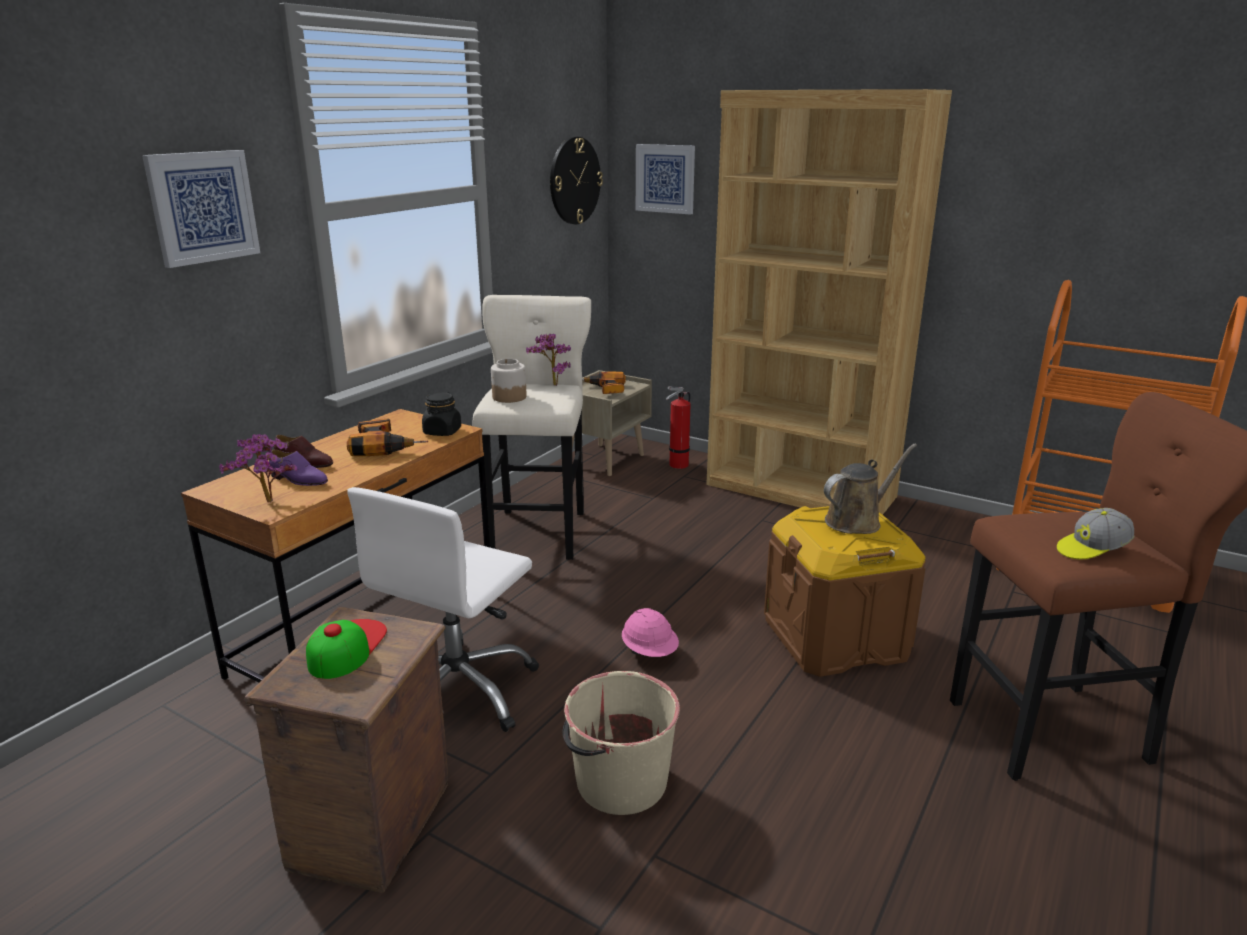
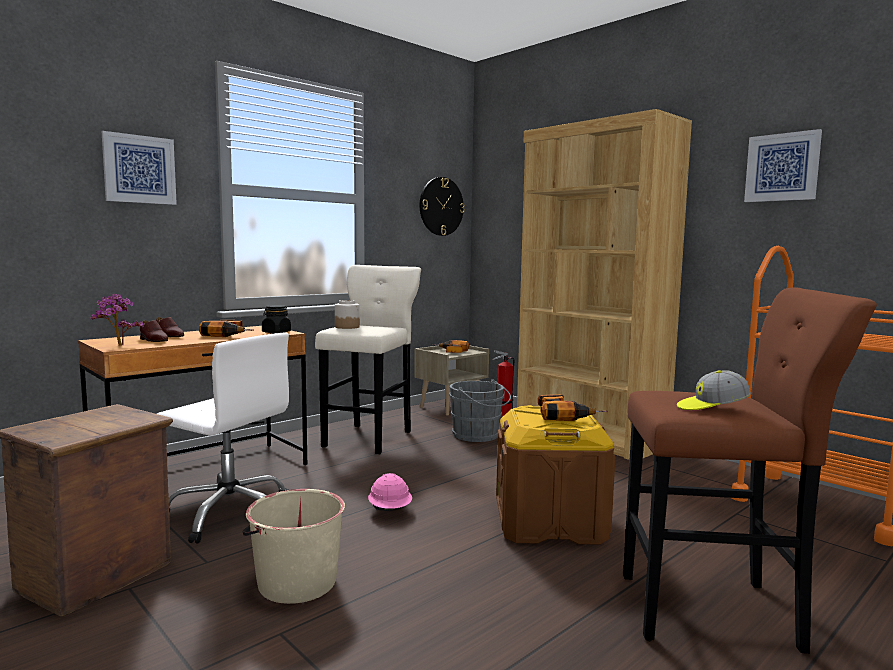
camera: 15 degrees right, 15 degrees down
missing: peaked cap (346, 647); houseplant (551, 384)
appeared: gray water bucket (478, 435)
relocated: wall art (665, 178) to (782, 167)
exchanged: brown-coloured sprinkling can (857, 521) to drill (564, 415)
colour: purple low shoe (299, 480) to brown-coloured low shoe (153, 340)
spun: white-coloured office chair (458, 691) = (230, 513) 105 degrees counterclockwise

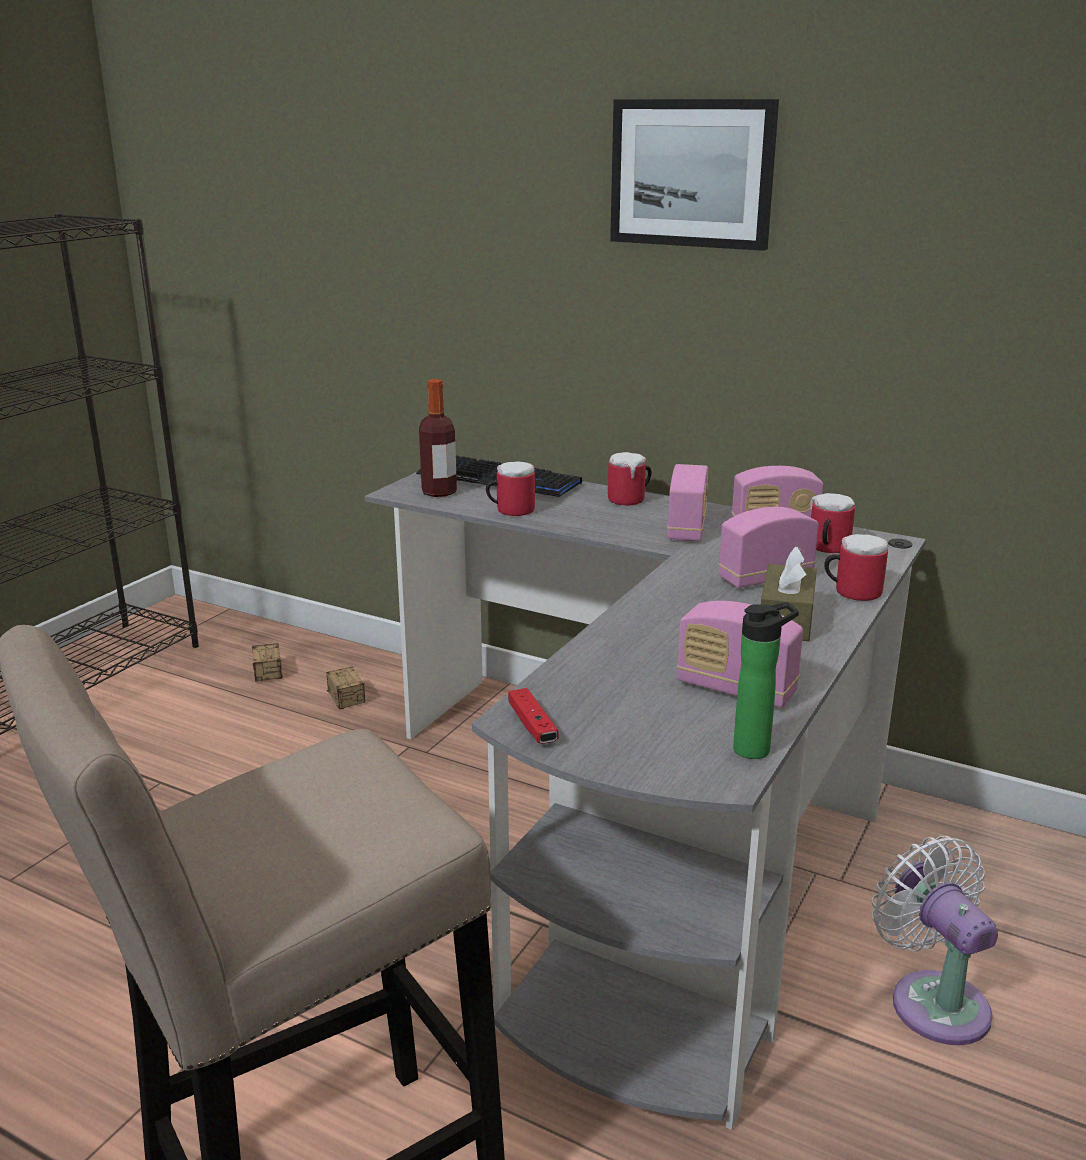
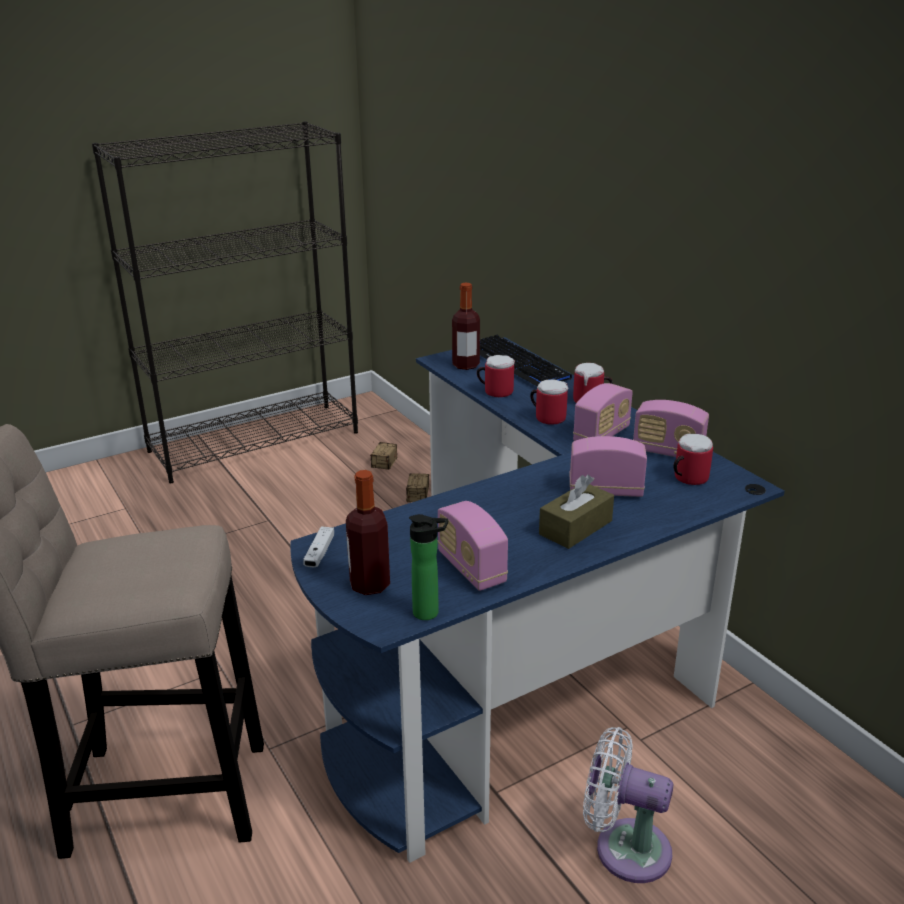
camera: 30 degrees right, 5 degrees up
missing: wall art (692, 173)
appeared: bottle (370, 585)
relocated: mug (851, 591) to (547, 417)
colour: gray desk unit (646, 836) to blue desk unit (530, 657); reddish gamepad (532, 726) to white-coloured gamepad (319, 553)
spun: white-coloured cooling fan (933, 1000) = (625, 848) 75 degrees counterclockwise

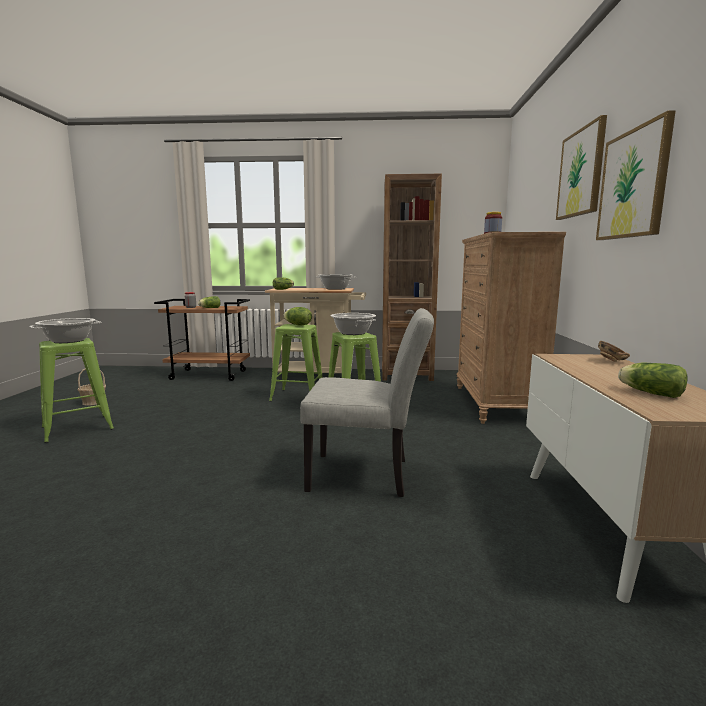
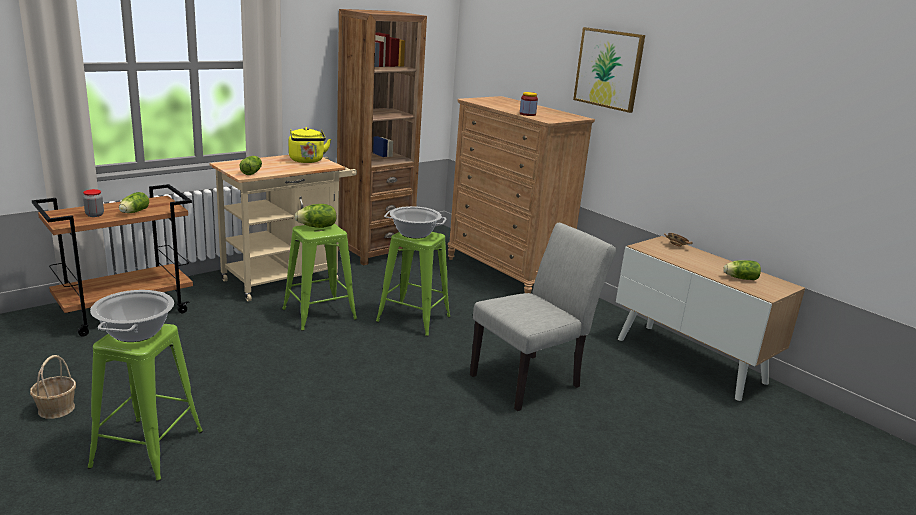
camera: 45 degrees left, 10 degrees up
missing: wall art (633, 184)
exchanged: saucepot (335, 289) to yellow-coloured kettle (307, 161)

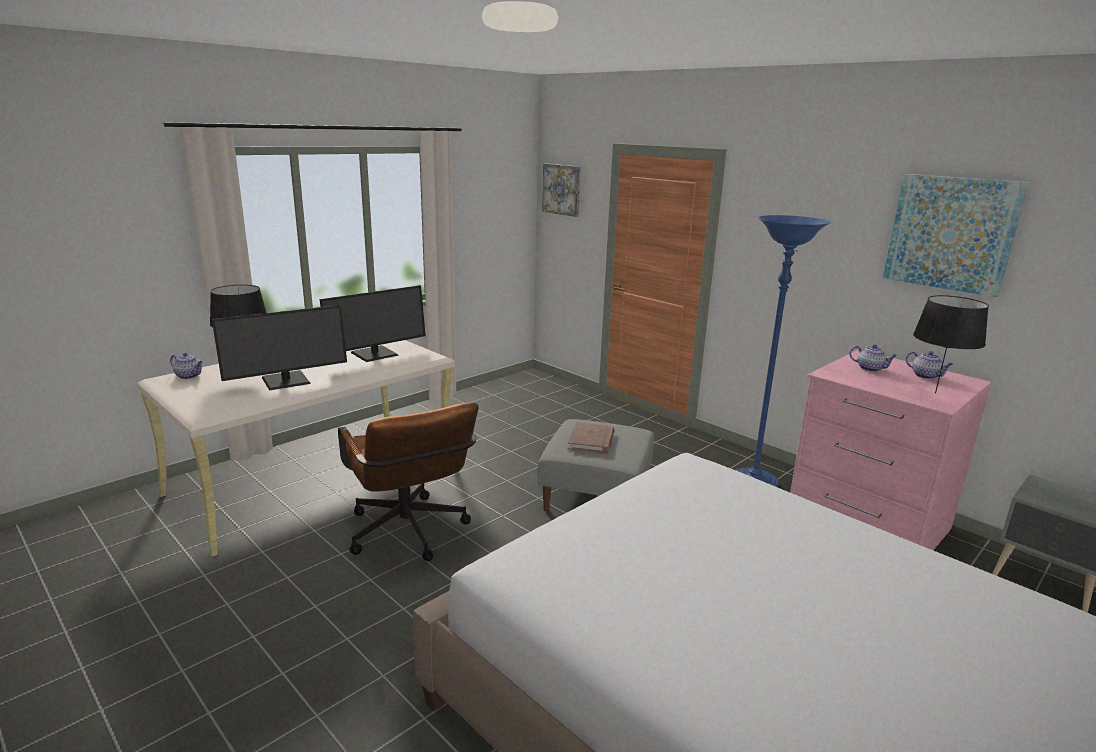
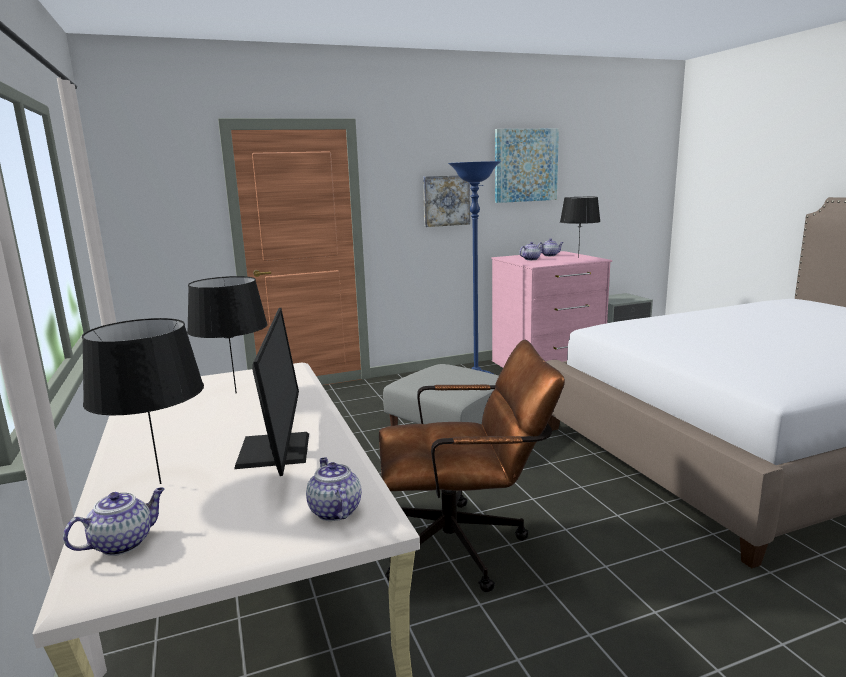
camera: 65 degrees left, 5 degrees down
missing: brown-coloured volume (591, 441)
appeared: tea pot (334, 511)
relocated: wall art (562, 189) to (446, 200)
exchanged: computer display (375, 354) to blackish table lamp (235, 393)

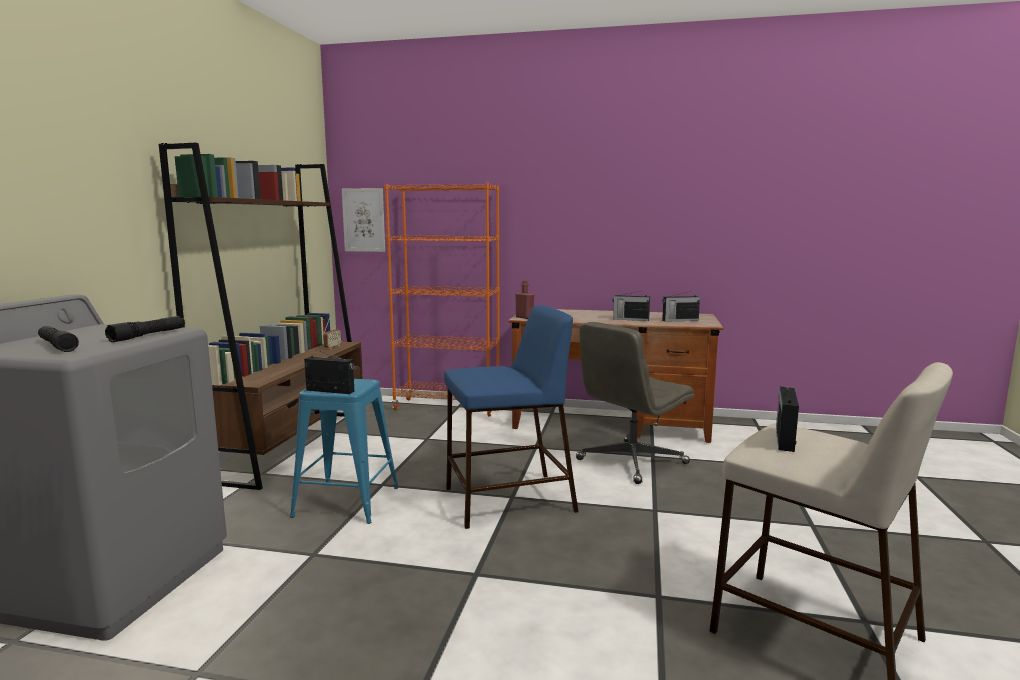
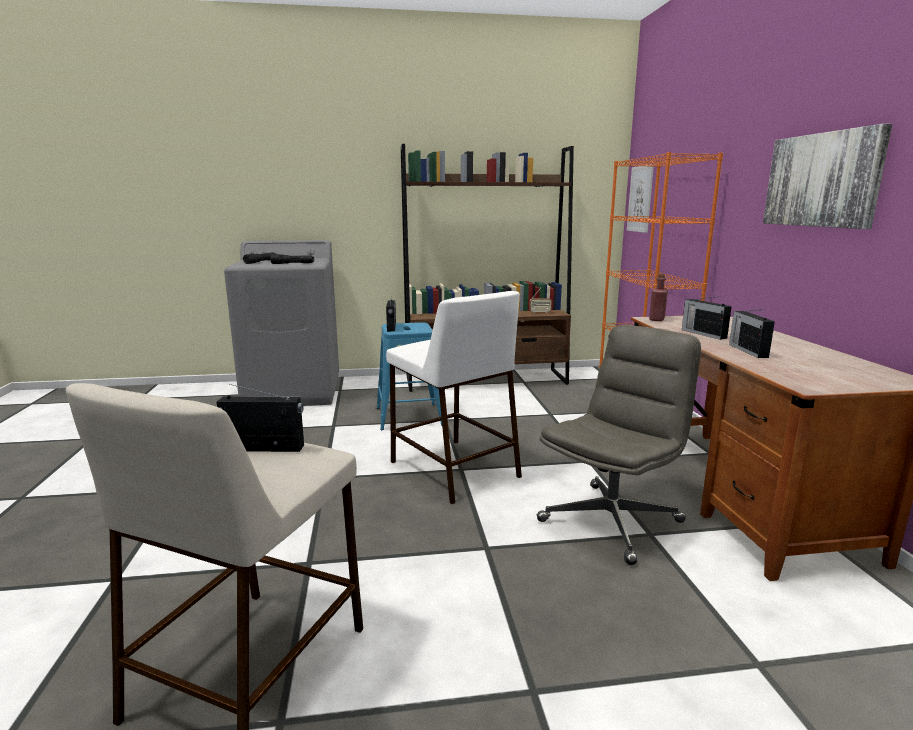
camera: 70 degrees right, 5 degrees up
appeared: wall art (822, 180)
relocated: radio (679, 320) to (703, 334)
colour: blue stool (507, 500) to white-coloured stool (452, 468)
spun: gray office chair (631, 462) = (611, 520) 105 degrees clockwise

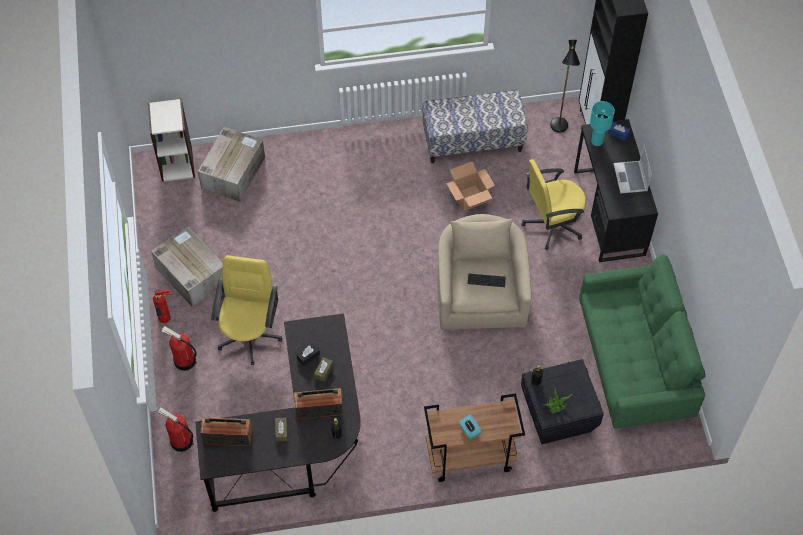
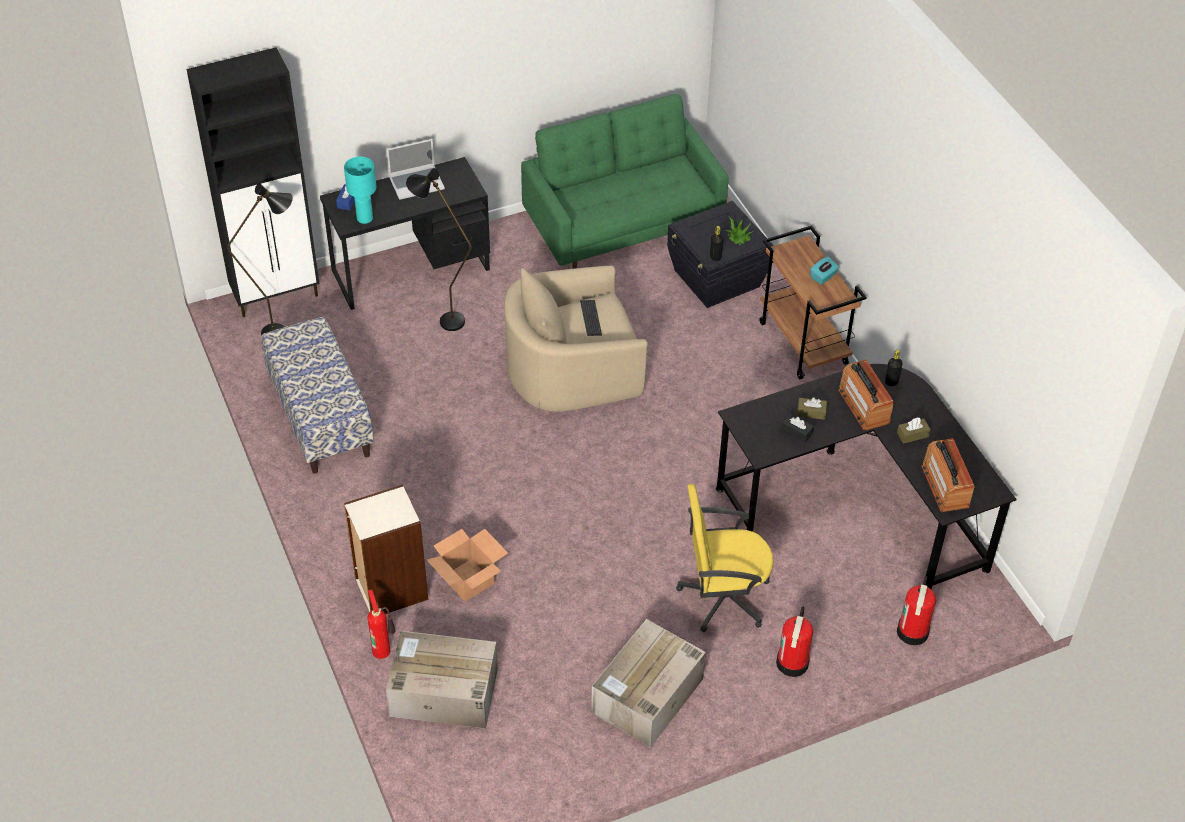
camera: 105 degrees left, 10 degrees down
relocated: shelving unit (177, 164) to (390, 590); extinguisher (165, 319) to (382, 649); cardboard box (470, 197) to (467, 580)
exchanged: yellow-coloured office chair (552, 224) to blackish standing lamp (443, 319)

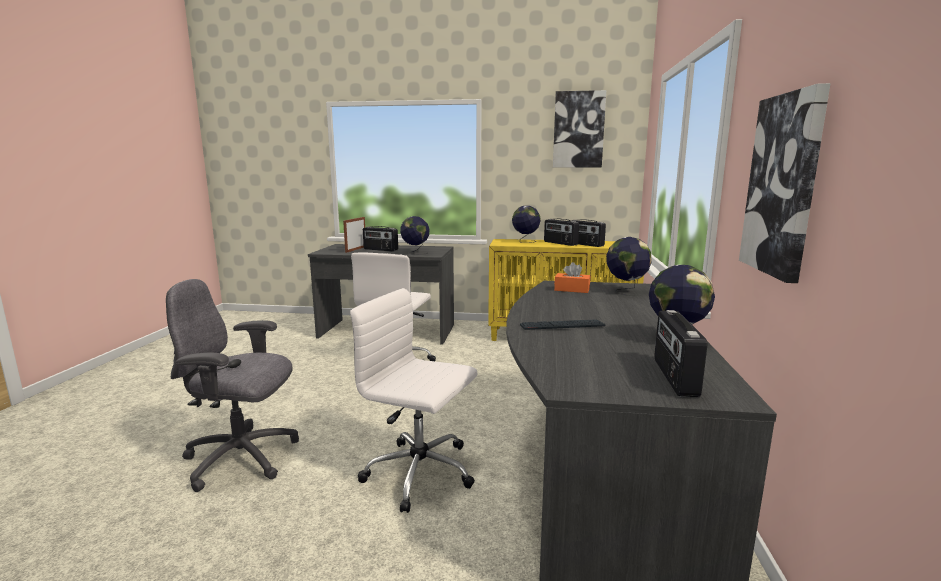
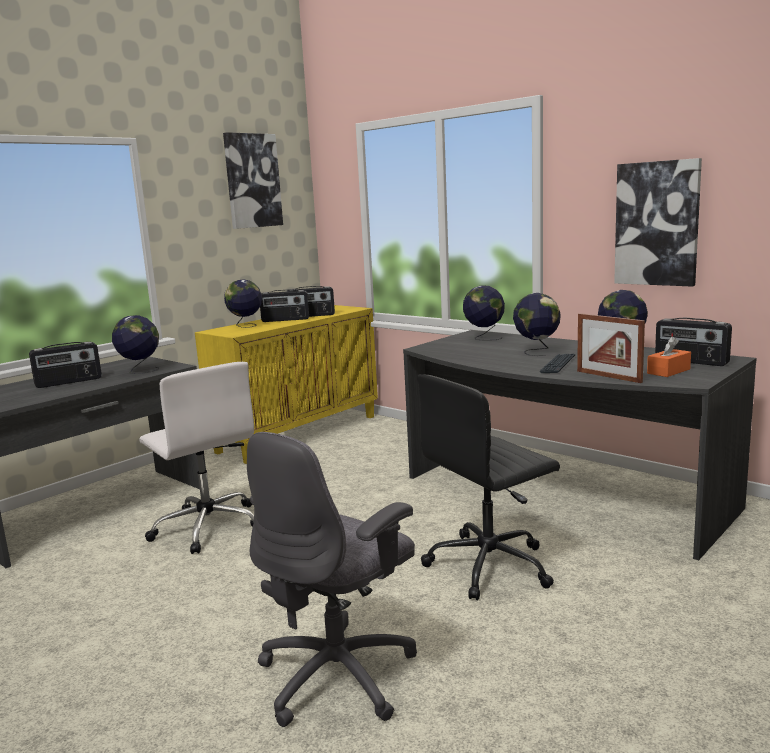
camera: 55 degrees left, 0 degrees up
appeared: world globe (536, 351)
relocated: photo frame (356, 249) to (608, 376); orange-coloured box of tissues (572, 289) to (668, 371)
colour: white-coloured office chair (421, 473) to blackish office chair (490, 565)

